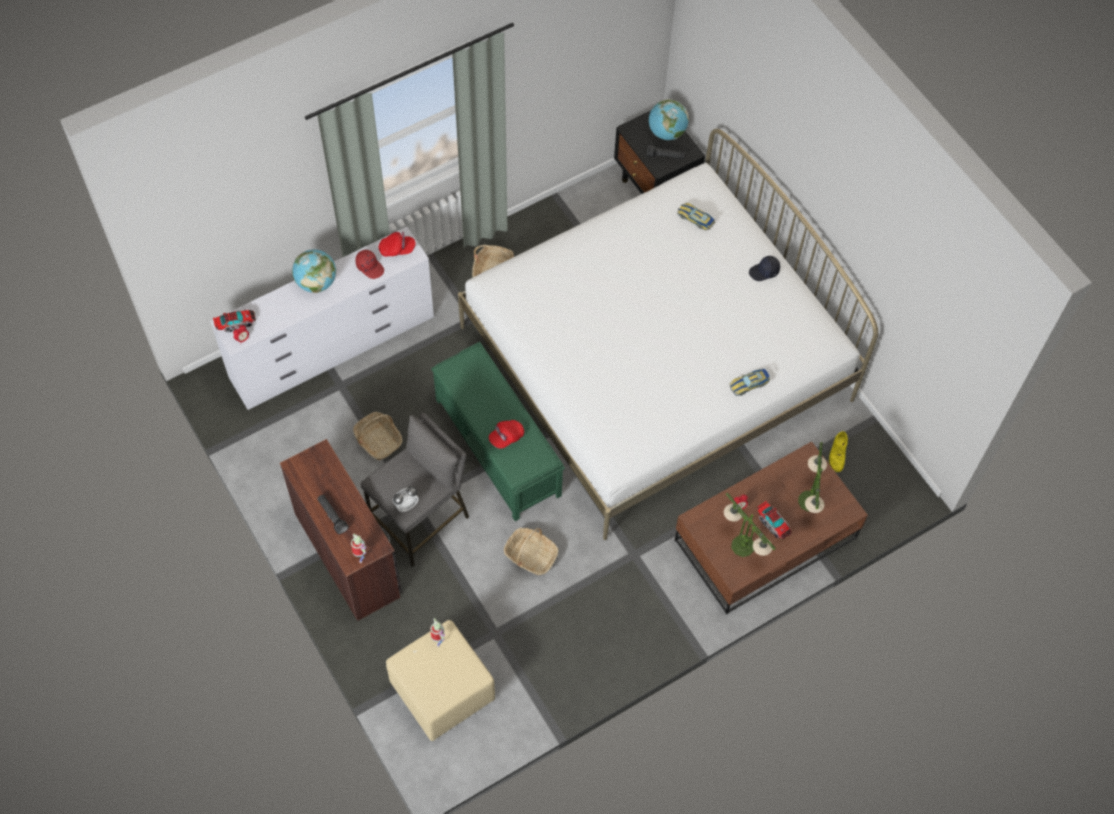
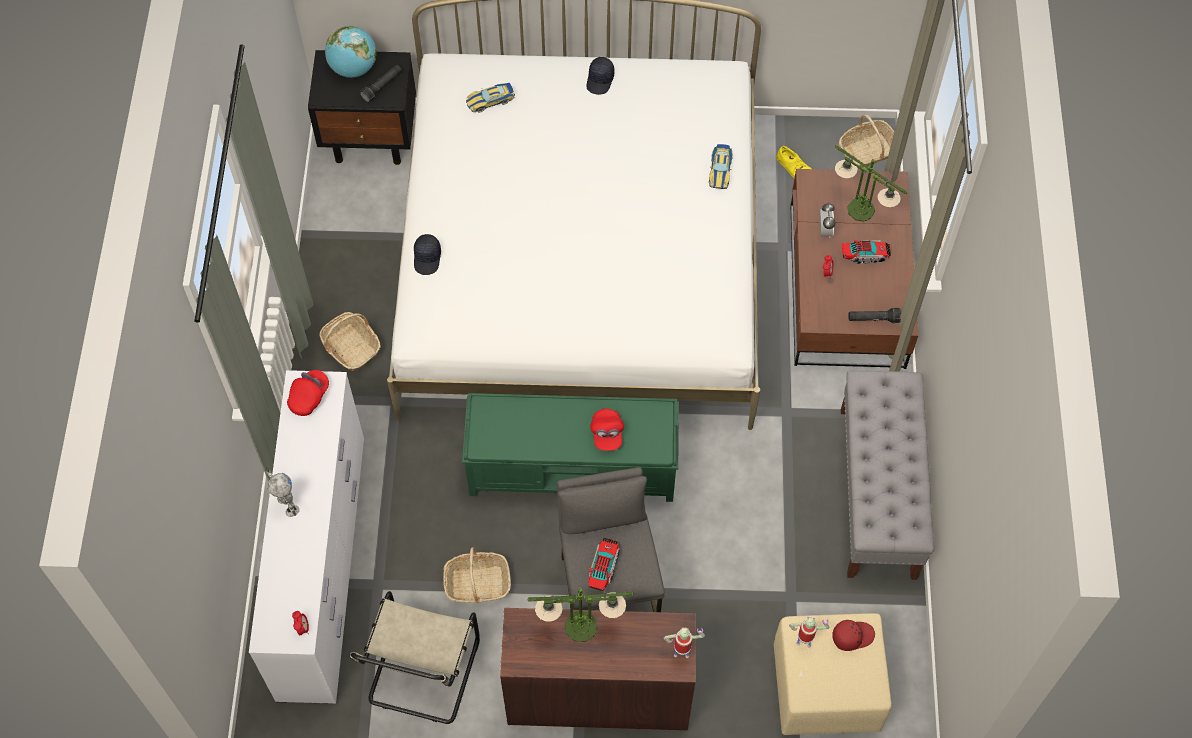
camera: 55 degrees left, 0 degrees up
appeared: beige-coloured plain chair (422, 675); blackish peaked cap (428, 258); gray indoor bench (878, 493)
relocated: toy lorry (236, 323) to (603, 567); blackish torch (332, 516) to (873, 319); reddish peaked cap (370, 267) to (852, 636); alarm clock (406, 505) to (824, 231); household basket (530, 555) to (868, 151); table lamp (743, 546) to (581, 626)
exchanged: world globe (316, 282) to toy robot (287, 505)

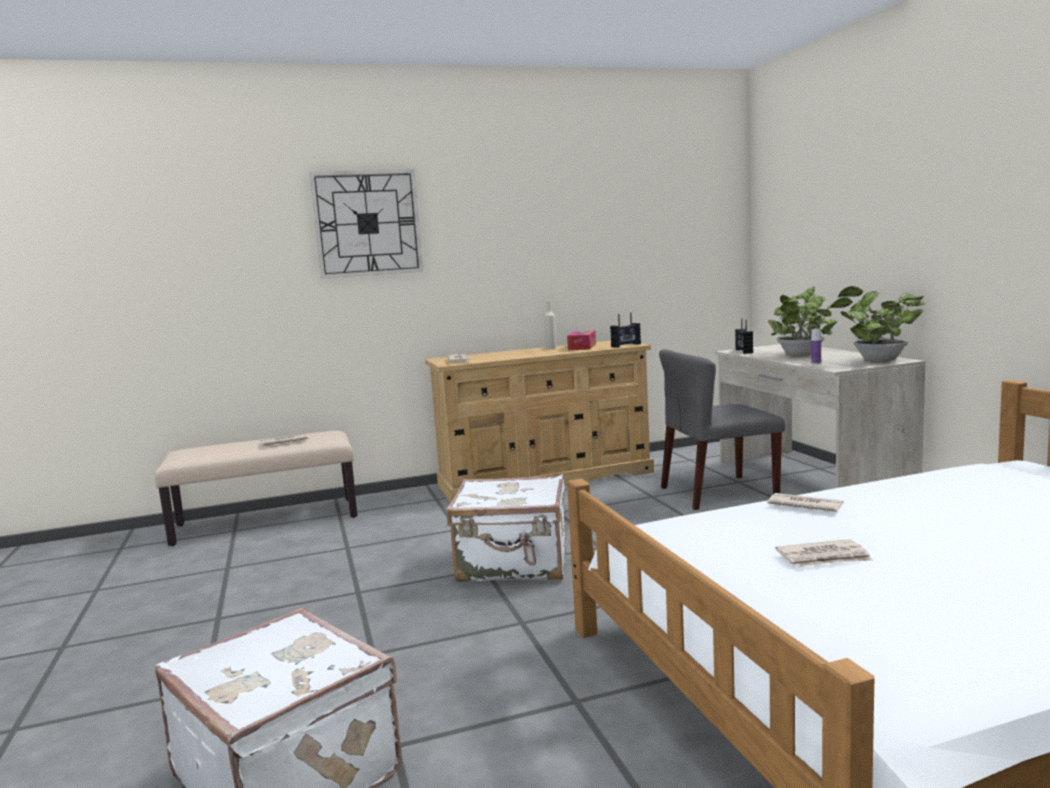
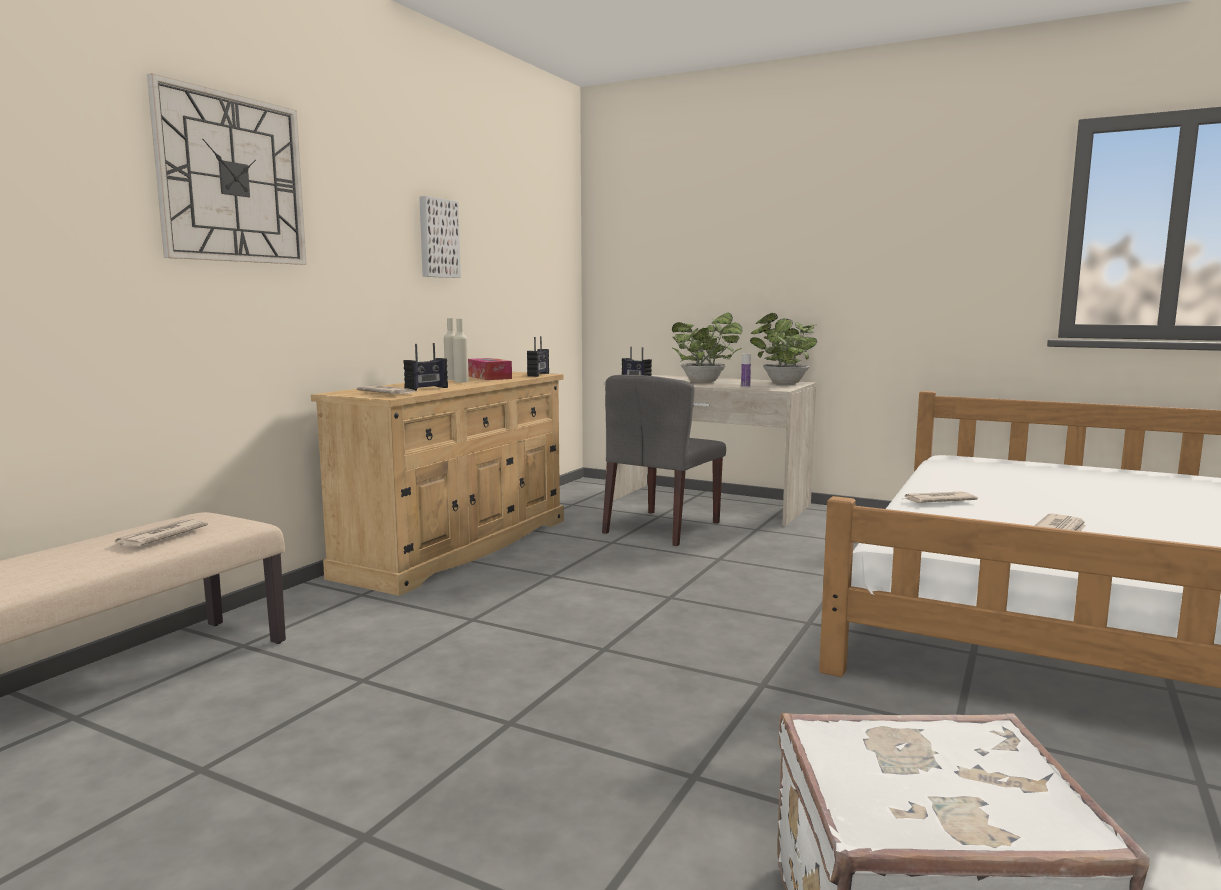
camera: 45 degrees left, 0 degrees up
missing: white-coloured piece of luggage (514, 564)
appeared: radio (427, 389); wall art (437, 238); beige-coloured bottle (461, 381)

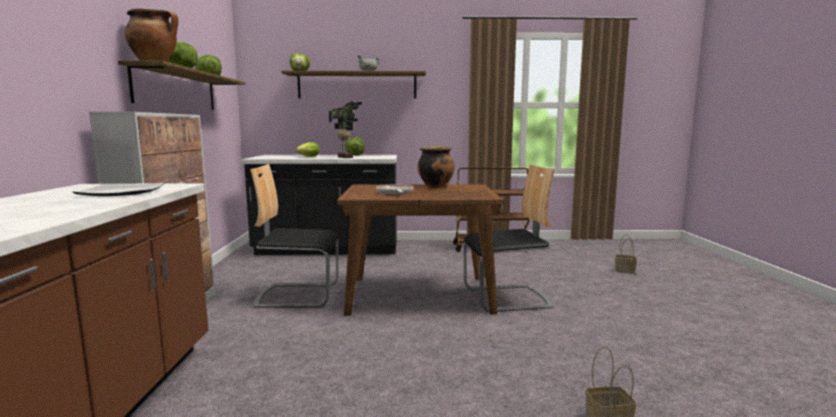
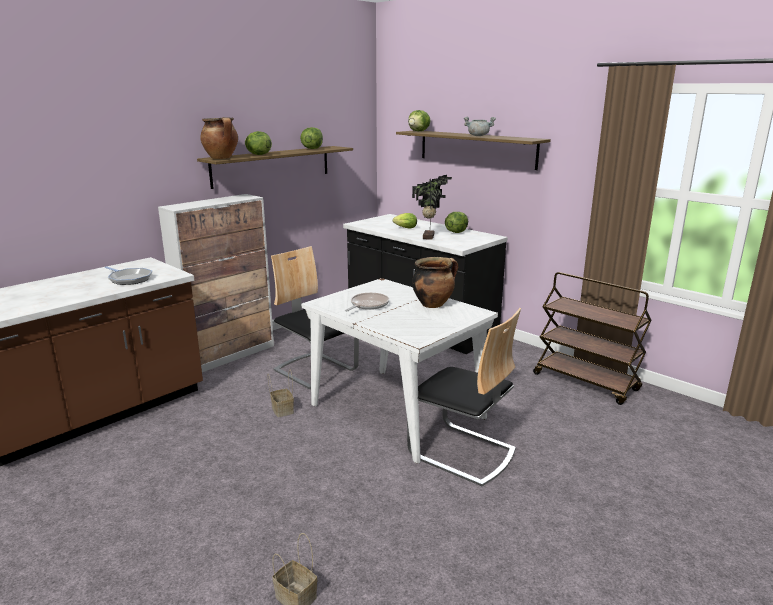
camera: 45 degrees right, 10 degrees up
relocated: household basket (624, 270) to (282, 410)
exchanged: plate (121, 192) to frying pan (129, 279)
colour: brown-coloured dinner table (418, 295) to white-coloured dinner table (396, 410)

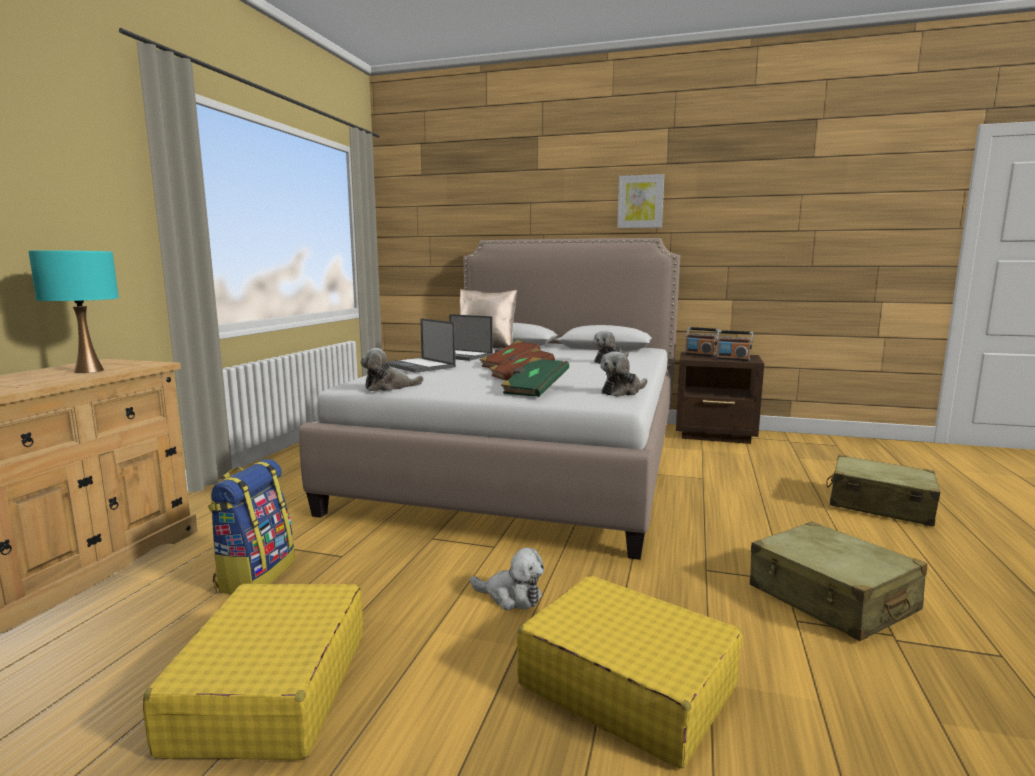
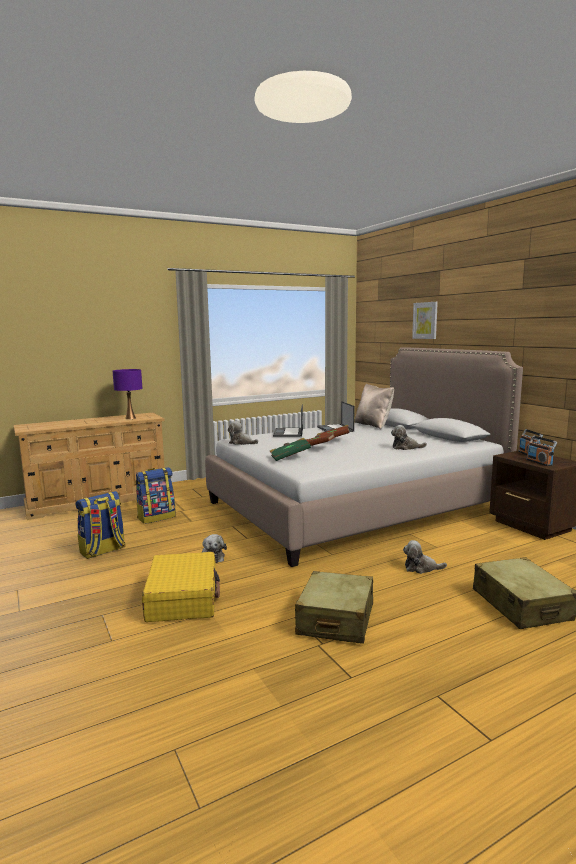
camera: 45 degrees right, 0 degrees up
relocated: plush toy (622, 392) to (421, 568); wall art (640, 201) to (425, 320)
exchanged: yellow-coloured piece of luggage (270, 690) to backpack (103, 551)
colour: turquoise table lamp (89, 371) to purple table lamp (130, 418)

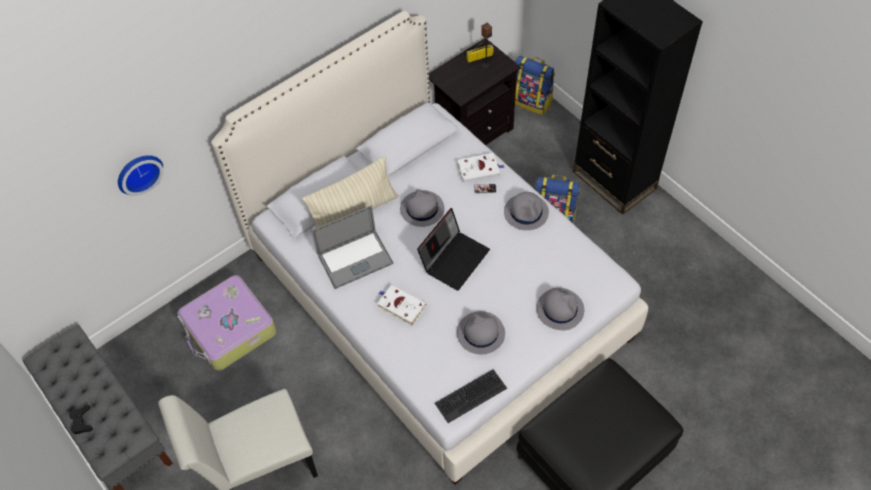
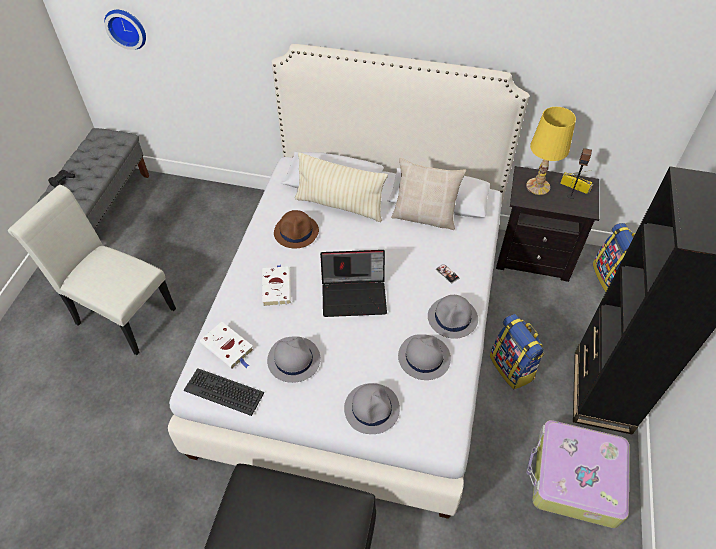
camera: 50 degrees right, 5 degrees down
appeared: beige-coloured pillow (424, 216); yellow-coloured table lamp (538, 186)
relocated: hanging clock (138, 172) to (127, 27); piece of luggage (229, 330) to (575, 479); gray wearable hat (421, 209) to (423, 357); white-coloured volume (479, 169) to (228, 348)
exchanged: notebook computer (355, 259) to brown-coloured wearable hat (296, 232)

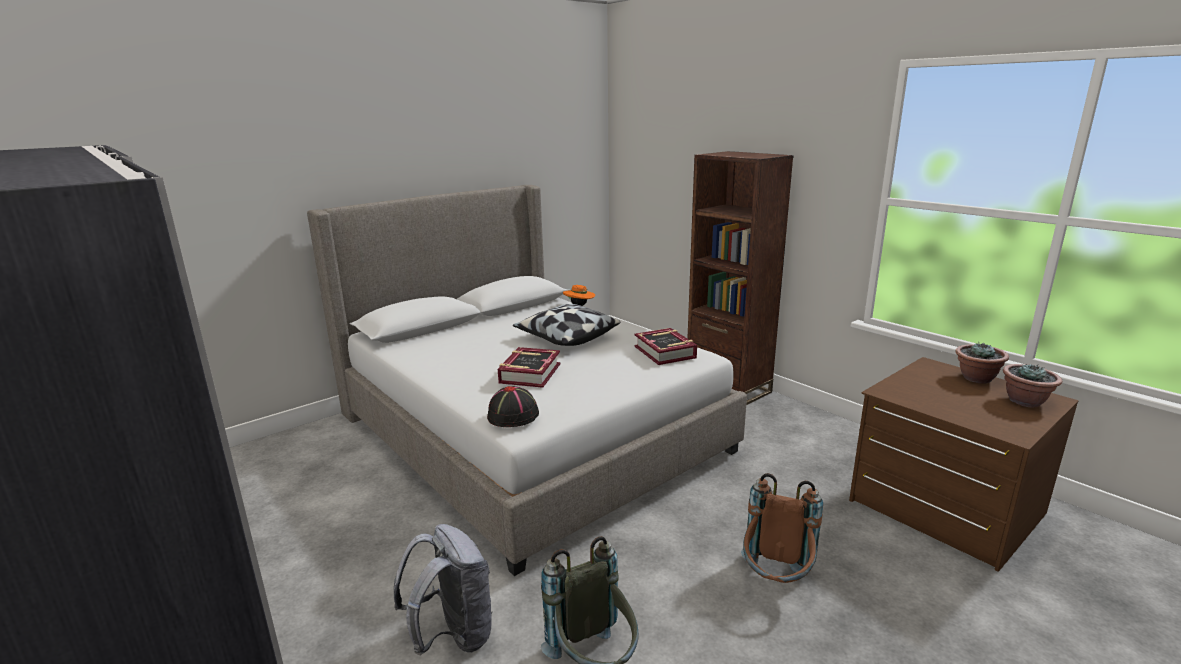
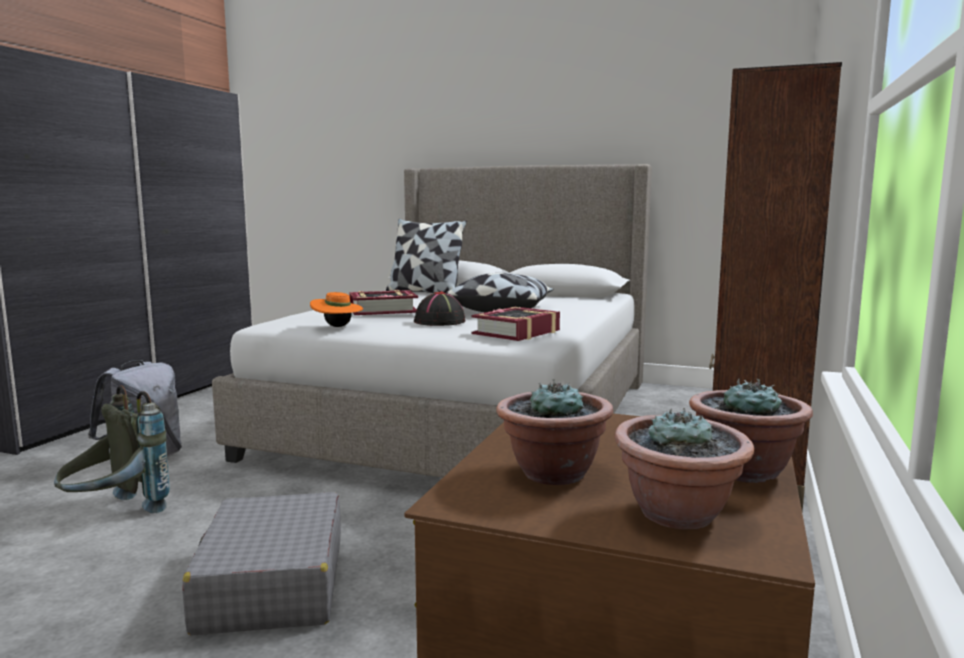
camera: 60 degrees right, 10 degrees down
appeared: pillow (425, 292); houseplant (552, 473)
relocated: blackish wearable hat (513, 415) to (440, 322); orange-coloured wearable hat (579, 306) to (337, 326)
exchanged: brown-coloured backpack (775, 583) to gray piece of luggage (272, 584)

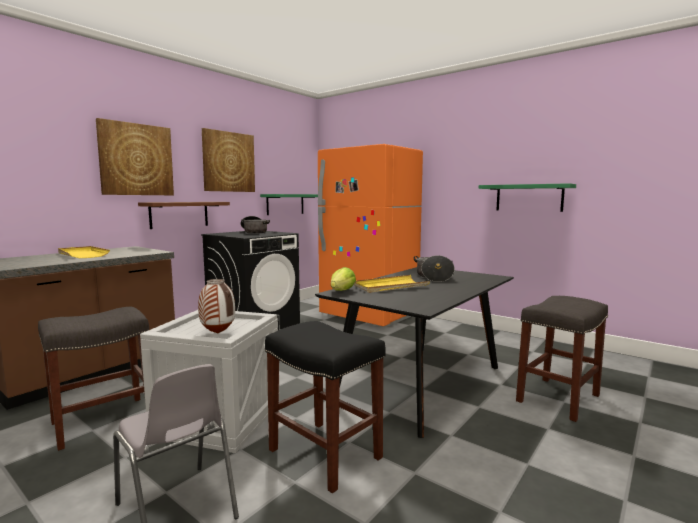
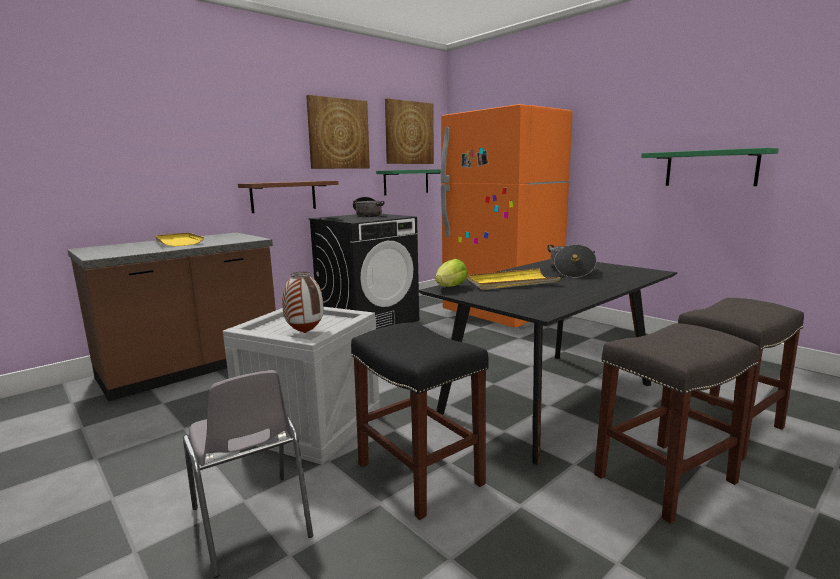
camera: 10 degrees right, 5 degrees up
relocated: gray stool (101, 422) to (664, 480); wall art (136, 159) to (409, 133)

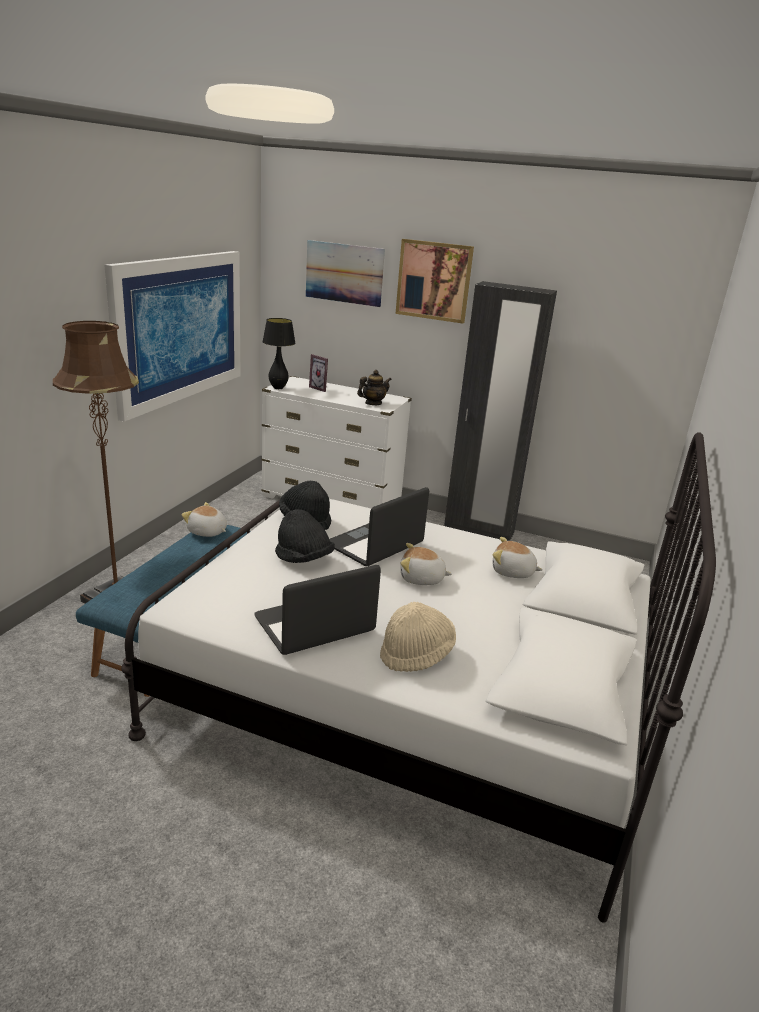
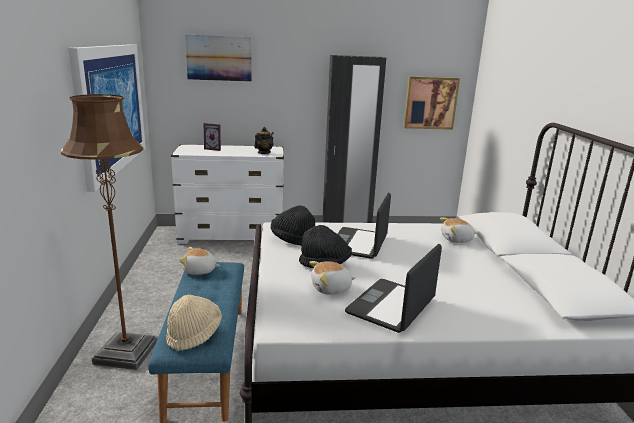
camera: 25 degrees left, 5 degrees down
missing: blackish table lamp (278, 388)
relocated: beige-coloured wearable hat (416, 654) to (194, 334); wall art (434, 281) to (430, 103); plush toy (421, 579) to (331, 288)

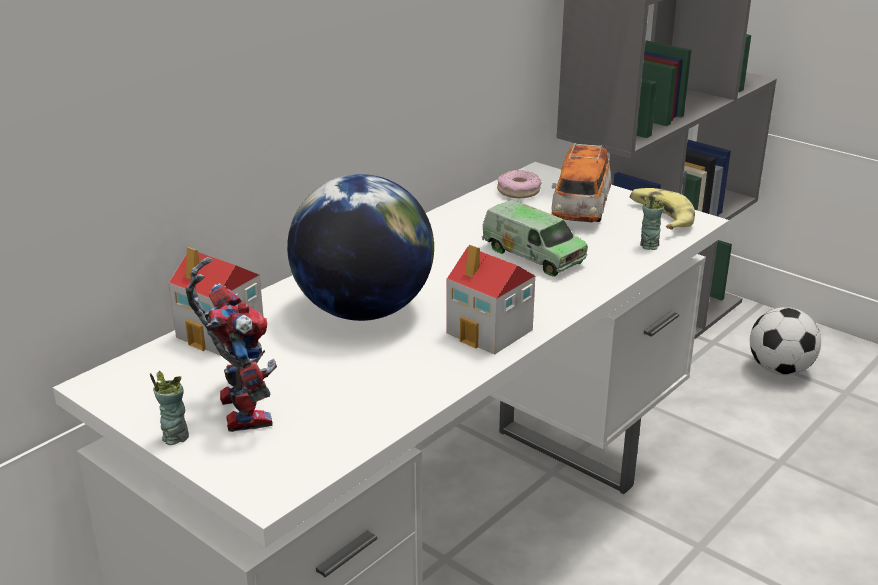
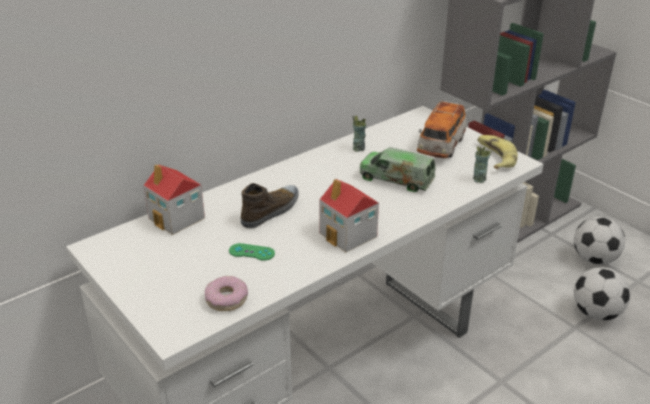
camera: 10 degrees right, 5 degrees up
missing: toy robot (238, 408)
appeared: green-coloured gamepad (251, 252); football (596, 313)
relocated: drinking cup (175, 436) to (358, 148); doughnut (518, 191) to (226, 299)
exchanged: world globe (363, 311) to low shoe (271, 211)
spun: toy lorry (533, 255) = (396, 179) 150 degrees clockwise

